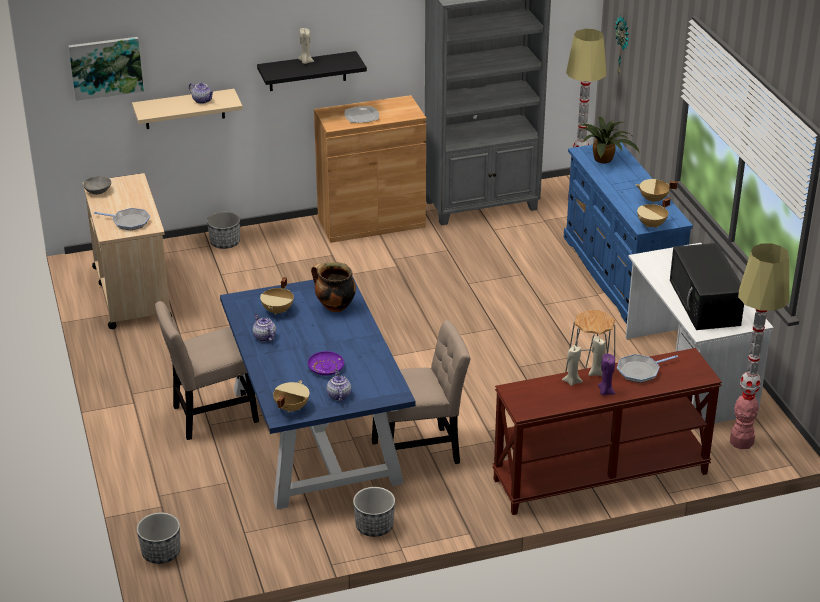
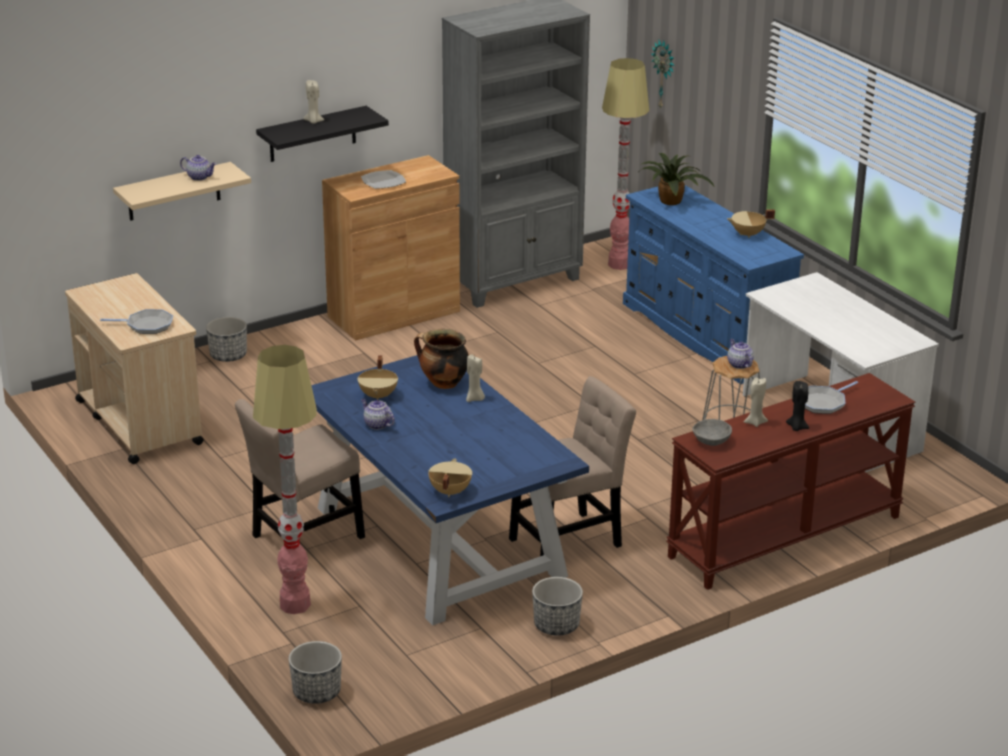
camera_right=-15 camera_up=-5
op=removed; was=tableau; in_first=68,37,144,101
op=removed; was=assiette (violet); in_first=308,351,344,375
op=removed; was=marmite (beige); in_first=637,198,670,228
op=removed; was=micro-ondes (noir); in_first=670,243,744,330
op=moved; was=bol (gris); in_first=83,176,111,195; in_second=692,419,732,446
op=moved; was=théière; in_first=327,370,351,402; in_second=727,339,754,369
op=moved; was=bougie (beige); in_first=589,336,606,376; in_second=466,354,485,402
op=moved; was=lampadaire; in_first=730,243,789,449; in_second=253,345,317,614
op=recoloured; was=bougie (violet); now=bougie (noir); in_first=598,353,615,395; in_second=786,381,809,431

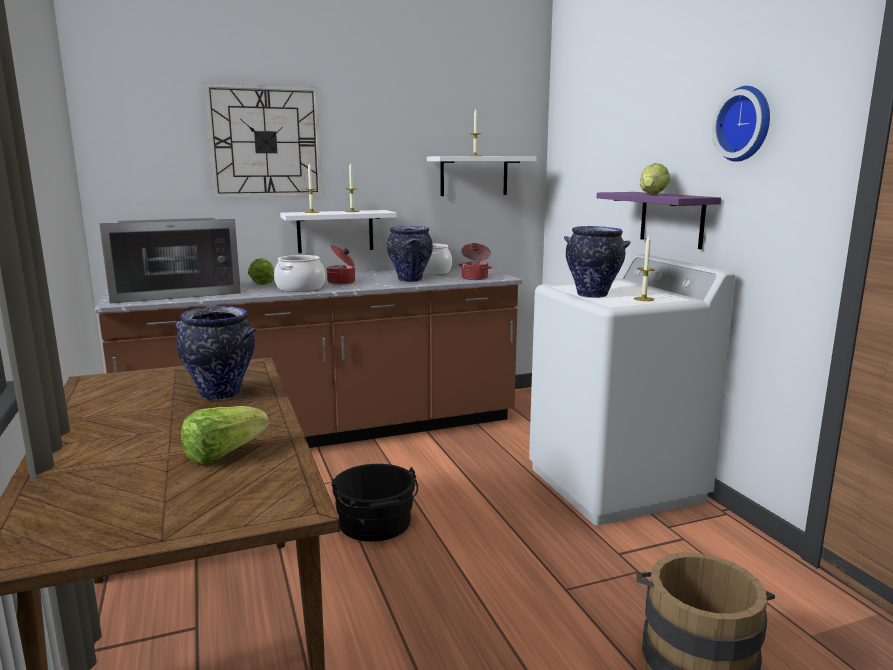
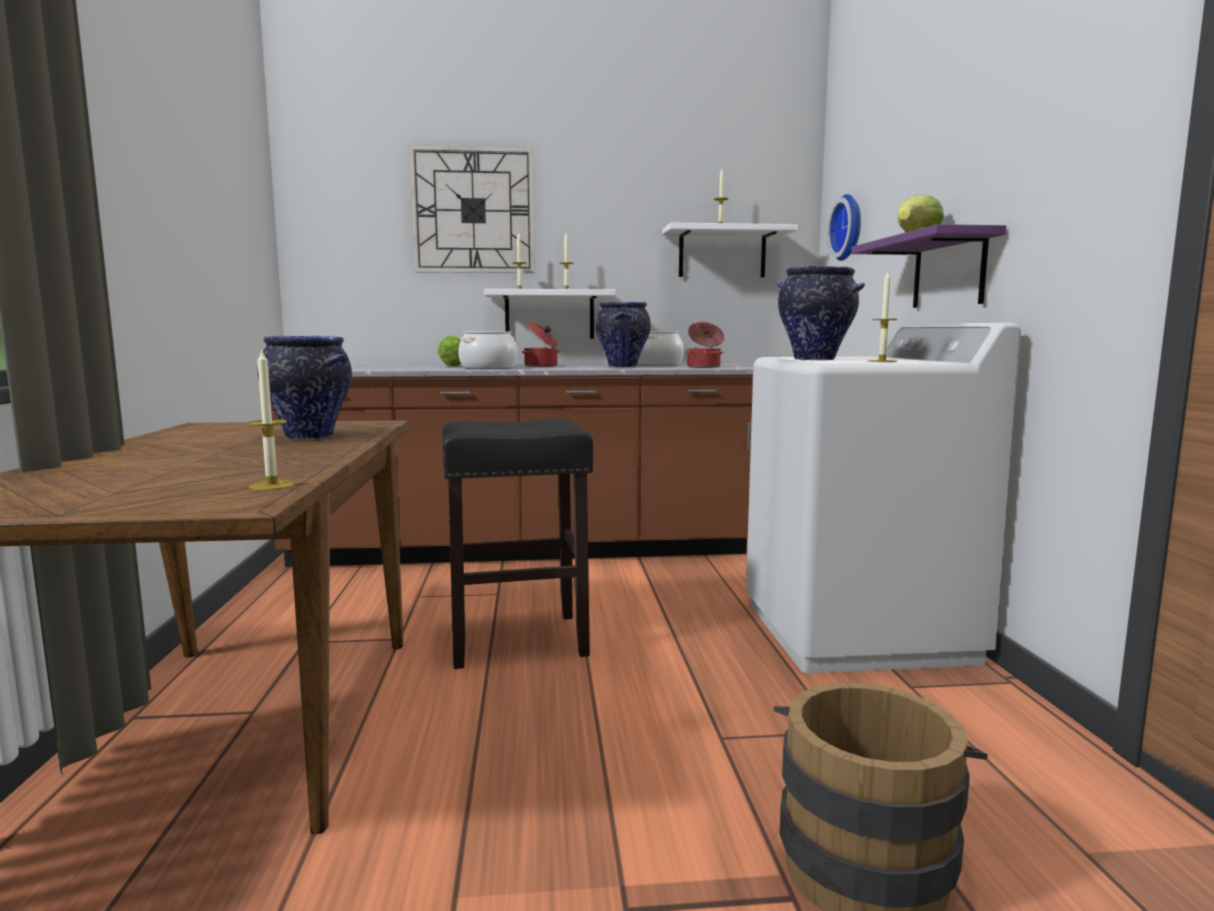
camera_right=15 camera_up=-5
op=removed; was=micro-ondes; in_first=99,218,241,303
op=removed; was=laitue; in_first=181,406,269,464
op=added; now=bougie; in_second=247,348,295,490
op=moved; was=horloge murale; in_first=712,86,770,162; in_second=827,194,861,261
op=replaced; was=seau (noir); now=tabouret (noir); in_first=331,464,418,542; in_second=442,418,593,669

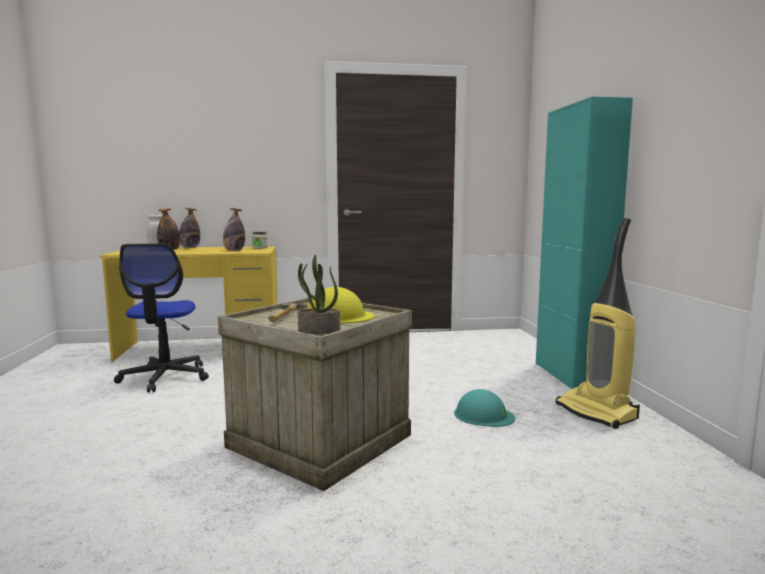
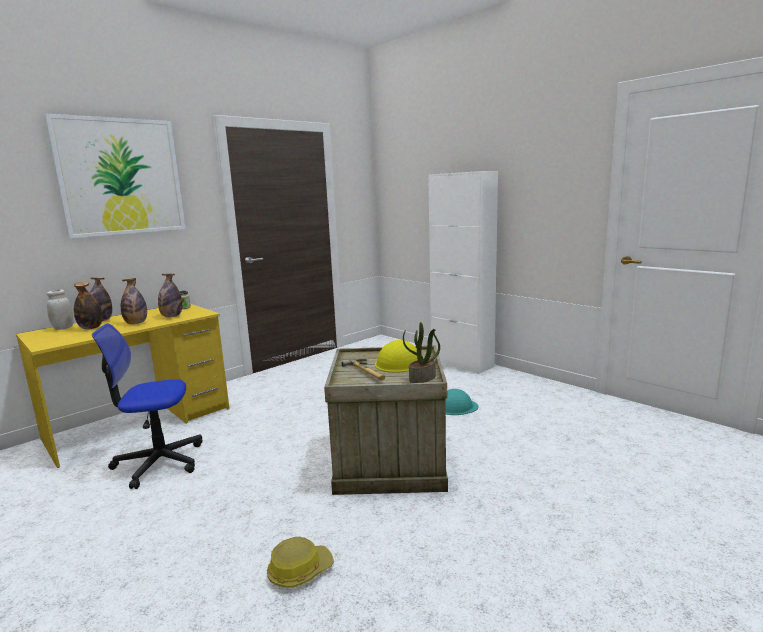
camera_right=-35 camera_up=5
op=removed; was=aspirateur; in_first=555,218,640,429
op=added; now=tableau; in_second=44,113,185,238
op=added; now=bouteille; in_second=121,278,147,324
op=added; now=casque de chantier; in_second=267,537,334,588
op=recoloured; was=meuble de rangement (turquoise); now=meuble de rangement (blanc); in_first=536,97,633,389; in_second=428,171,498,374
op=turned; was=chaise de bureau; in_first=114,243,209,392; in_second=92,324,203,489; clockwise=120

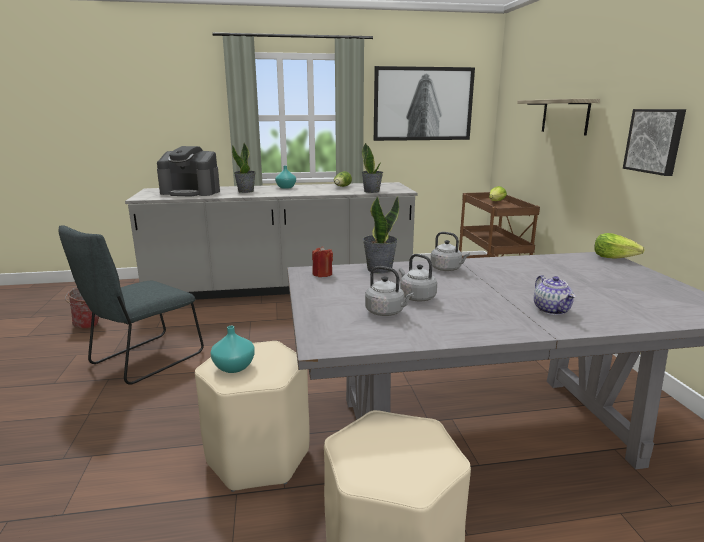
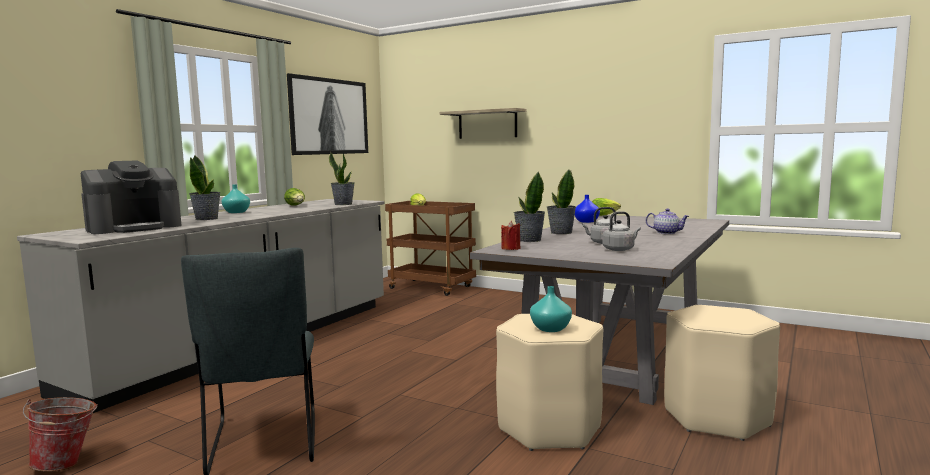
camera_right=-50 camera_up=-10
op=removed; was=tableau; in_first=623,109,686,176
op=added; now=vase (bleu); in_second=575,195,600,223
op=replaced; was=bouilloire (gris); now=plante en pot; in_first=431,232,470,271; in_second=547,169,576,234

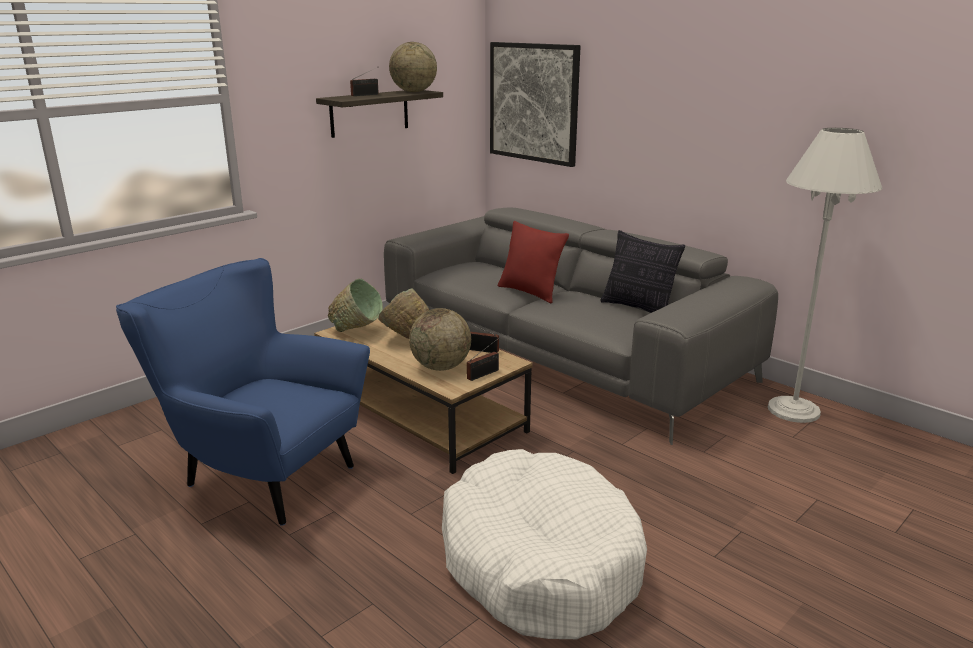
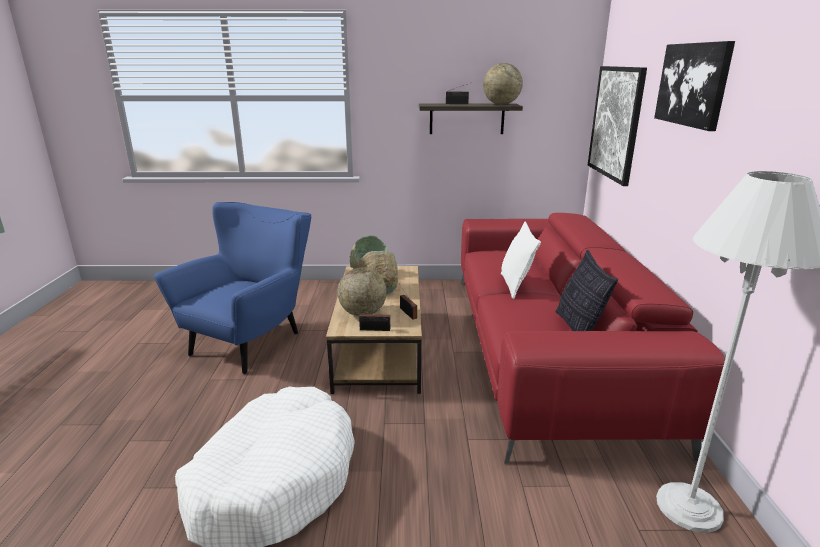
camera_right=45 camera_up=0
op=added; now=tableau; in_second=654,41,735,131
op=recoloured; was=canapé (gris); now=canapé (rouge); in_first=384,207,778,445; in_second=461,213,725,464
op=recoloured; was=coussin (rouge); now=coussin (blanc); in_first=498,221,569,304; in_second=501,222,541,299
op=turned; was=fauteuil (bleu); in_first=116,258,370,526; in_second=154,202,311,374; clockwise=45

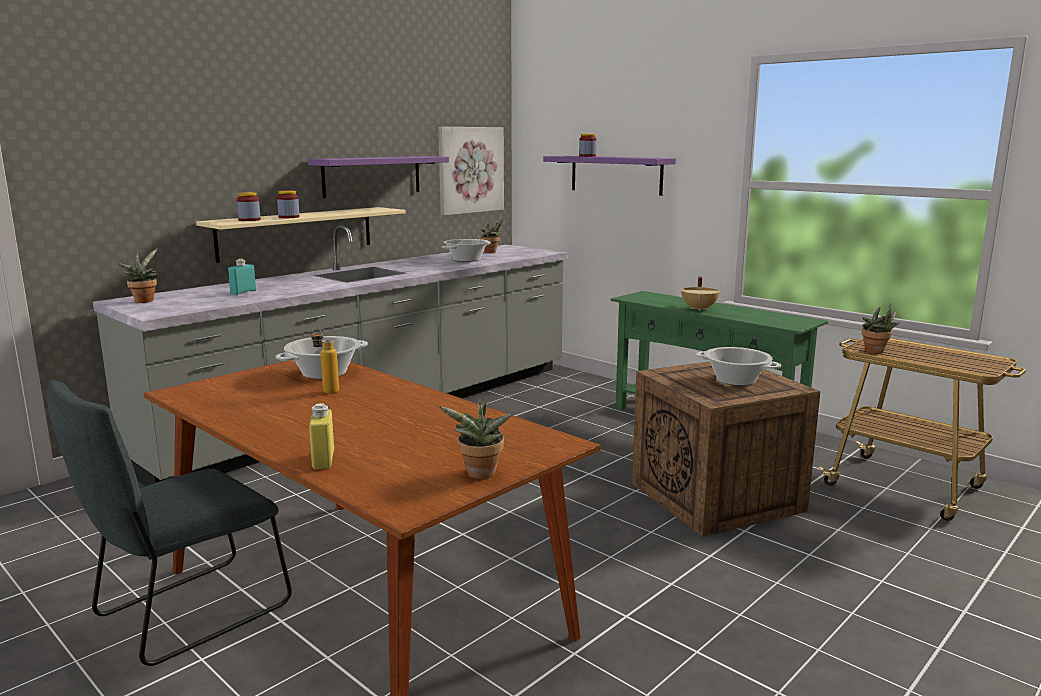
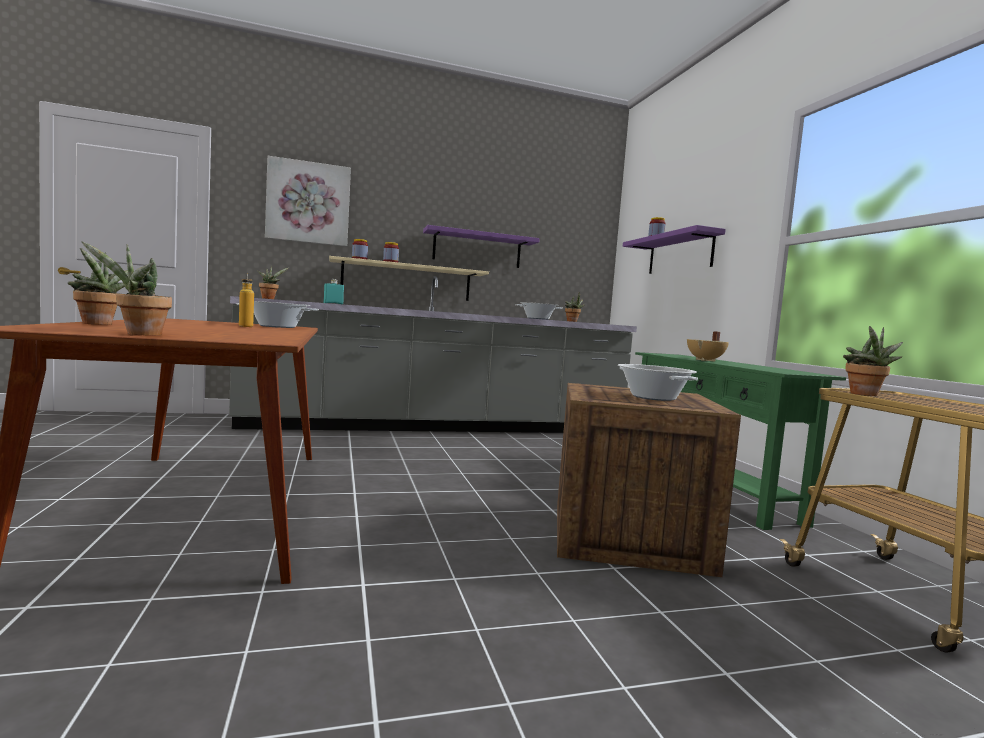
camera_right=30 camera_up=-10
op=removed; was=chaise (gris); in_first=46,380,292,666
op=moved; was=tableau; in_first=438,127,504,215; in_second=265,156,351,247
op=replaced; was=bouteille (jaune); now=plante en pot; in_first=309,403,334,469; in_second=68,248,128,325

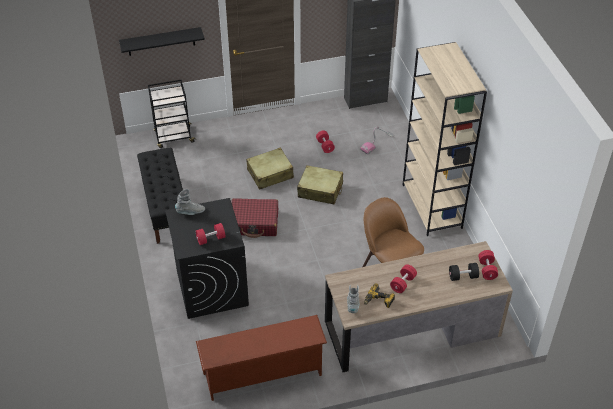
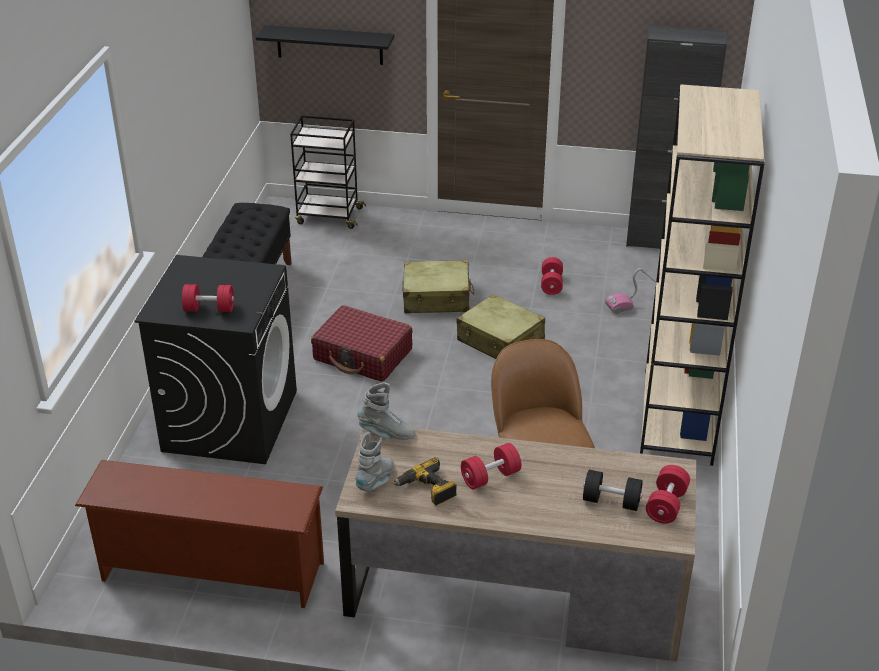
camera_right=25 camera_up=-10
op=moved; was=botte (gris); in_first=175,189,205,215; in_second=358,382,416,440

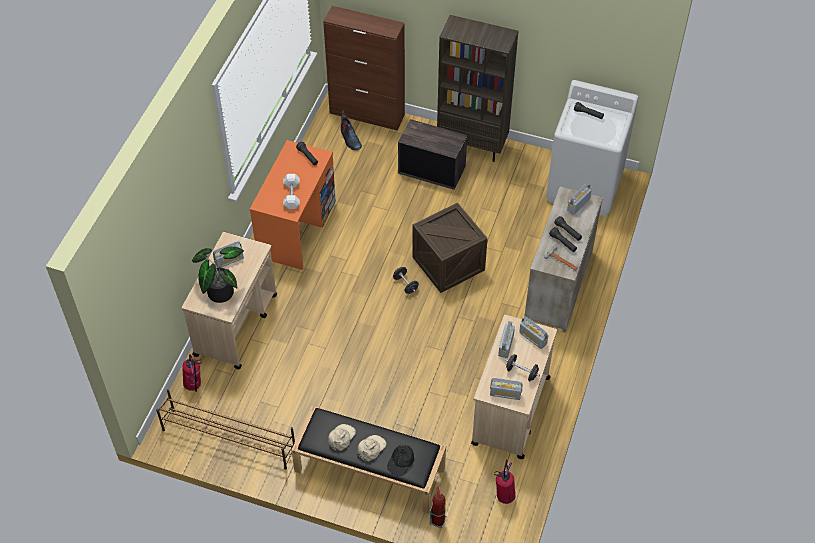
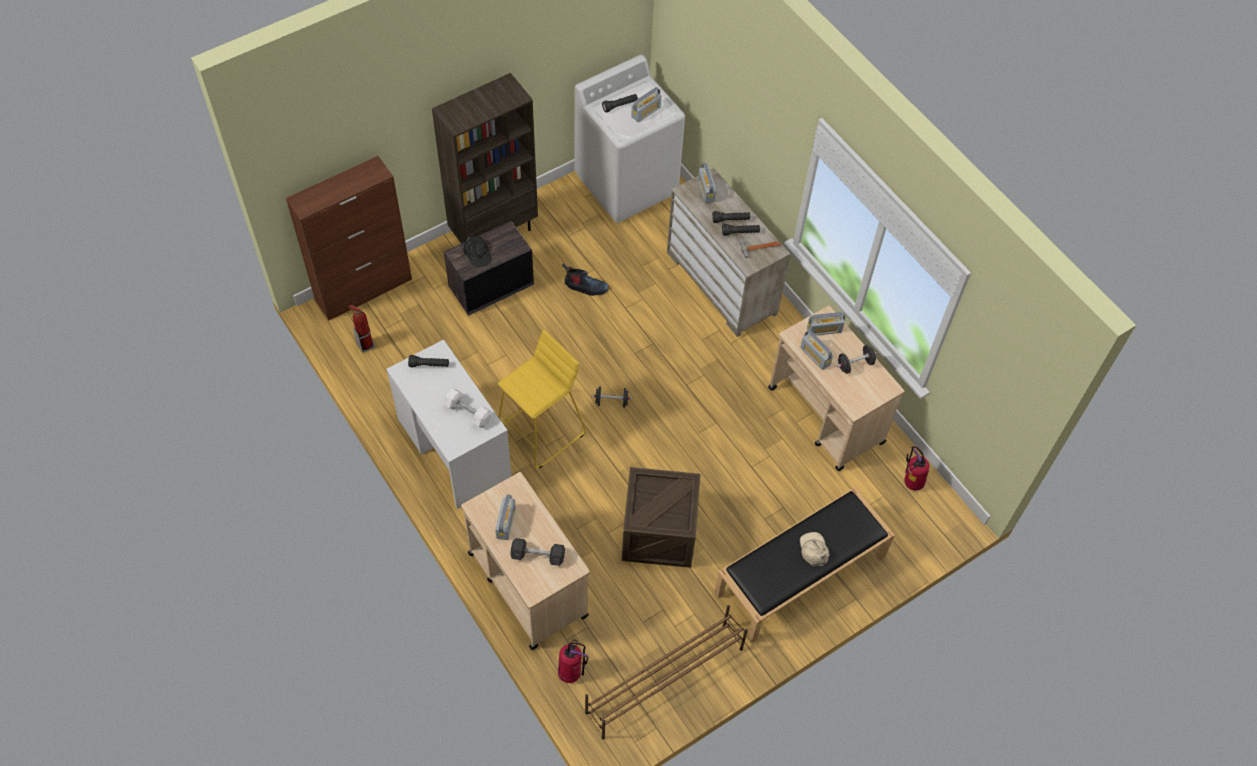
camera_right=-55 camera_up=5
op=removed; was=casquette (beige); in_first=328,424,356,451
op=added; now=tabouret (jaune); in_second=498,330,586,468
op=moved; was=botte; in_first=341,110,362,150; in_second=562,263,609,296
op=moved; was=casquette (noir); in_first=387,444,414,476; in_second=464,236,491,267
op=moved; was=caisse; in_first=412,203,488,293; in_second=622,467,701,568
op=moved; was=extincteur; in_first=430,486,447,528; in_second=349,305,375,353
op=moved; was=radio; in_first=490,378,523,400; in_second=631,87,661,122
op=replaced; was=plante en pot; now=haltère (gris); in_first=192,246,244,303; in_second=510,538,565,566
op=recoloured; was=bureau (orange); now=bureau (blanc); in_first=250,140,336,270; in_second=386,339,512,509

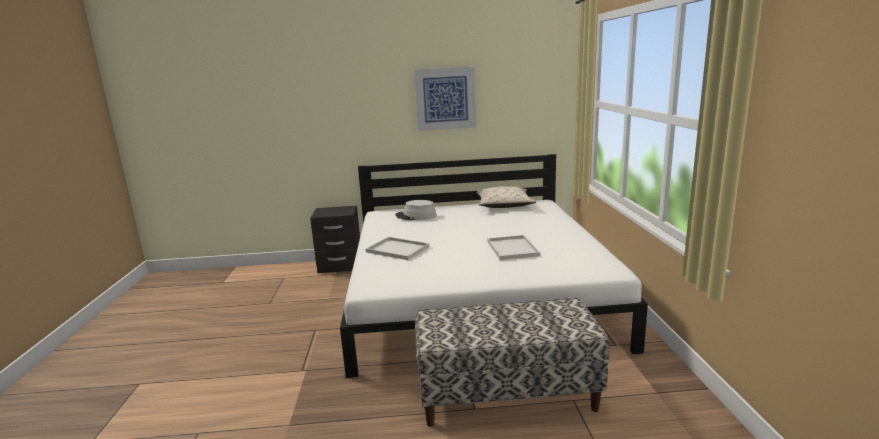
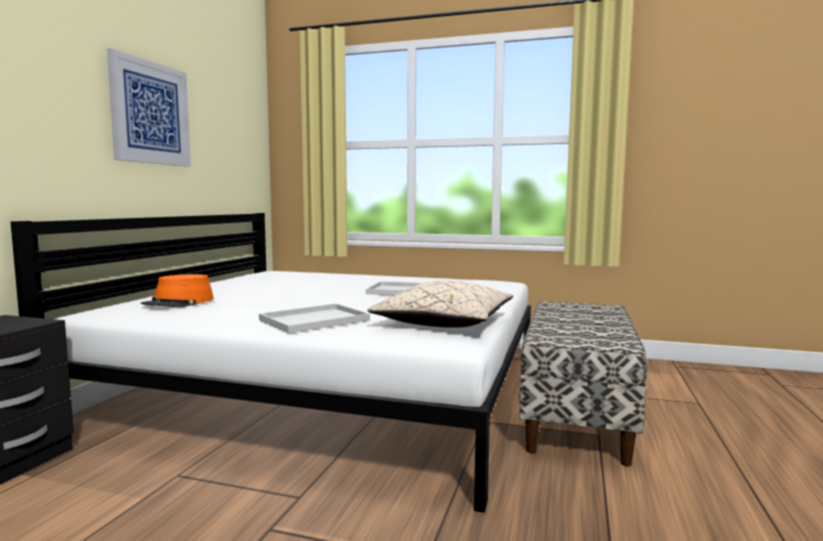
camera_right=-70 camera_up=-10
op=moved; was=coussin (beige); in_first=476,186,536,208; in_second=368,281,513,328
op=recoloured; was=chapeau (gris); now=chapeau (orange); in_first=395,200,437,220; in_second=141,274,214,307

